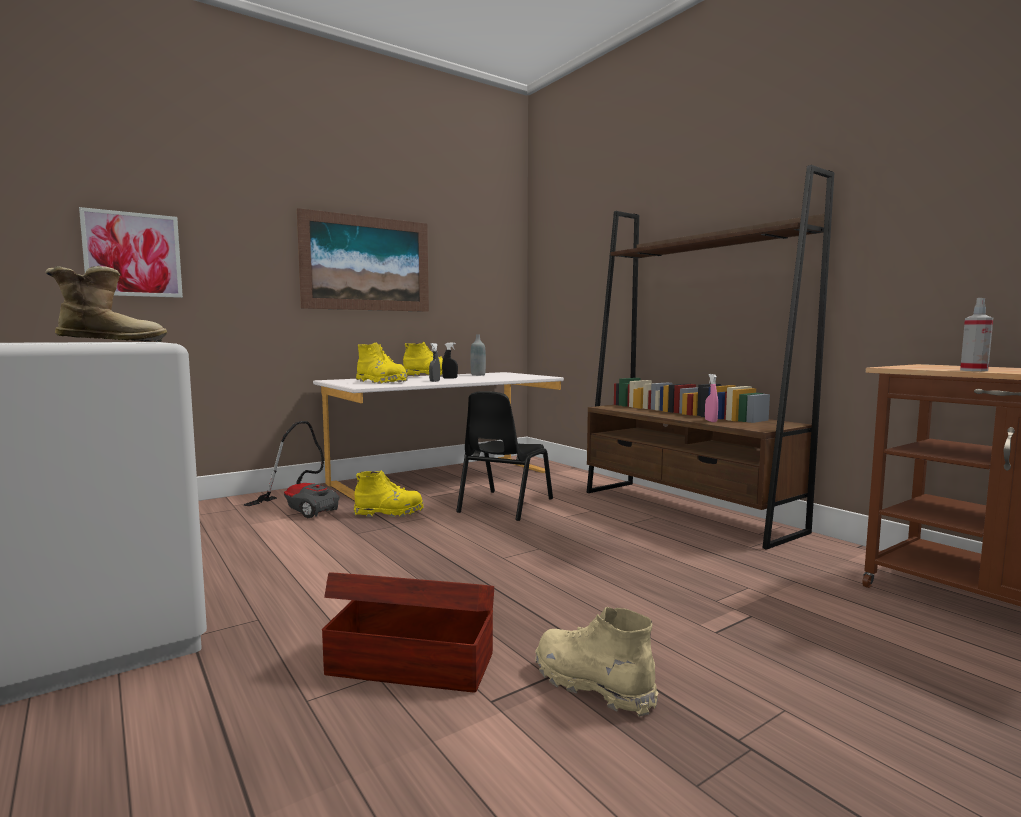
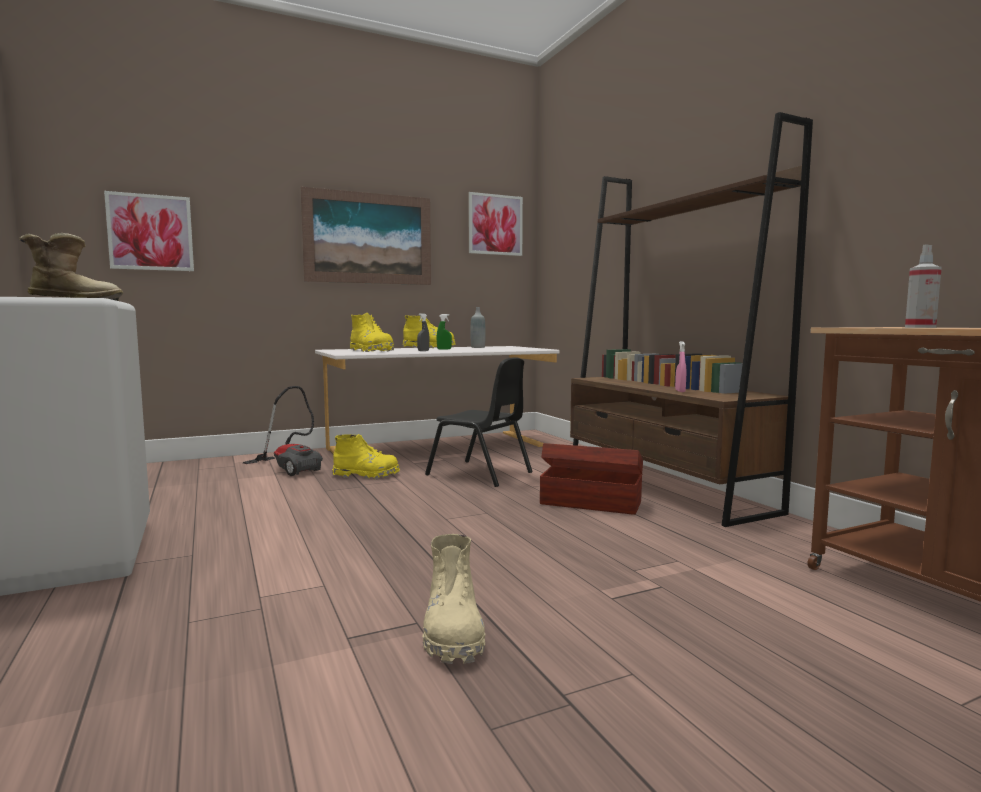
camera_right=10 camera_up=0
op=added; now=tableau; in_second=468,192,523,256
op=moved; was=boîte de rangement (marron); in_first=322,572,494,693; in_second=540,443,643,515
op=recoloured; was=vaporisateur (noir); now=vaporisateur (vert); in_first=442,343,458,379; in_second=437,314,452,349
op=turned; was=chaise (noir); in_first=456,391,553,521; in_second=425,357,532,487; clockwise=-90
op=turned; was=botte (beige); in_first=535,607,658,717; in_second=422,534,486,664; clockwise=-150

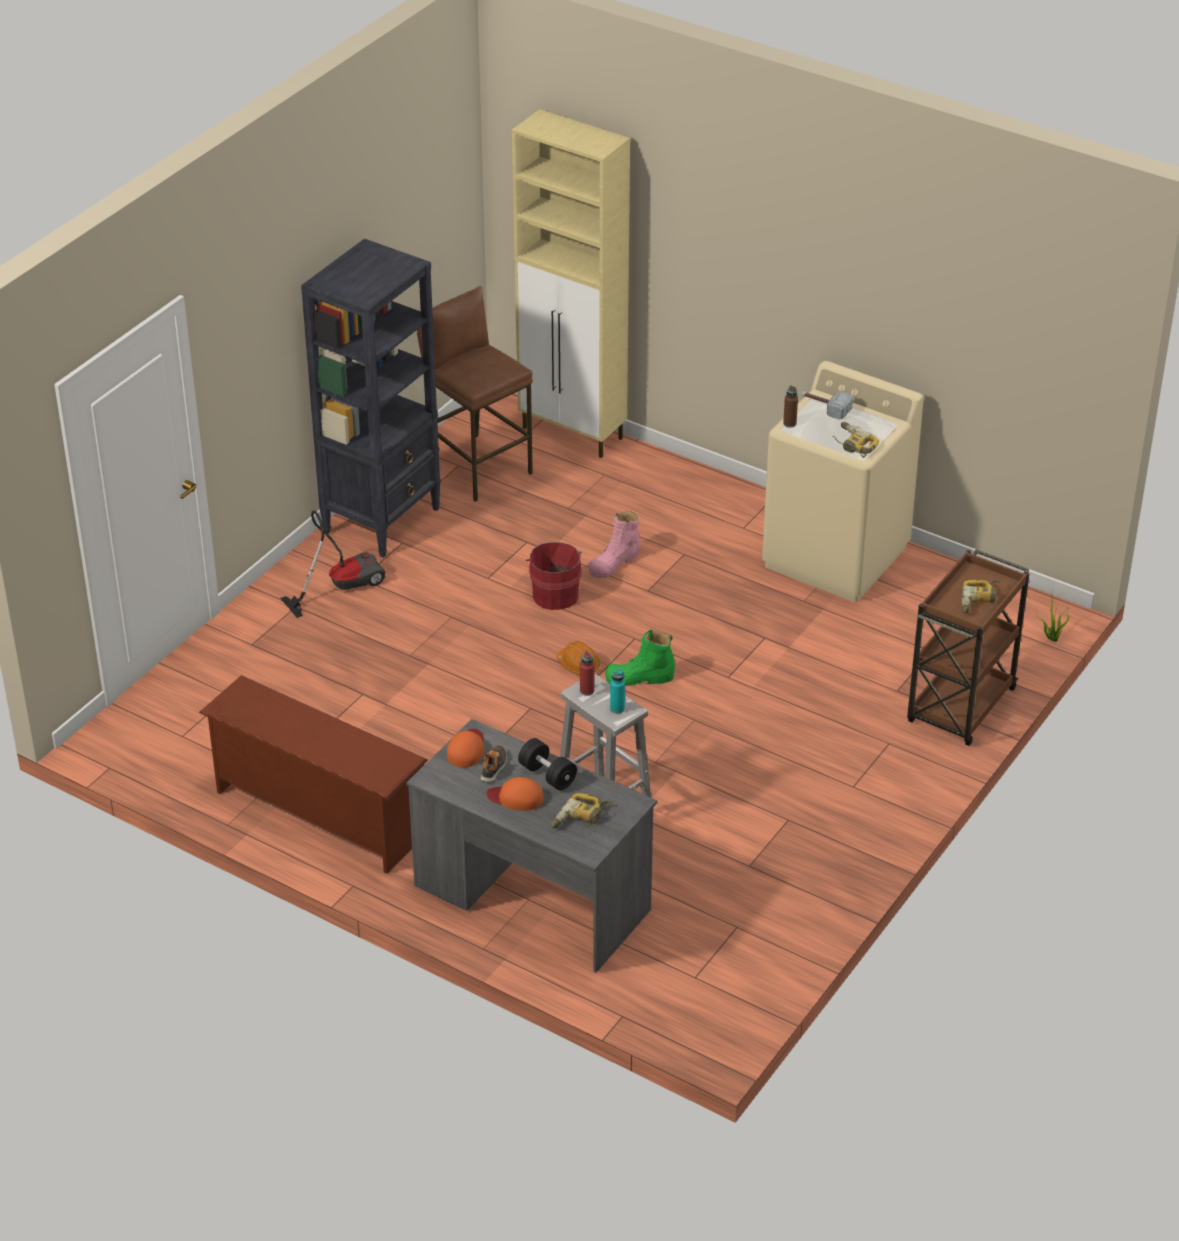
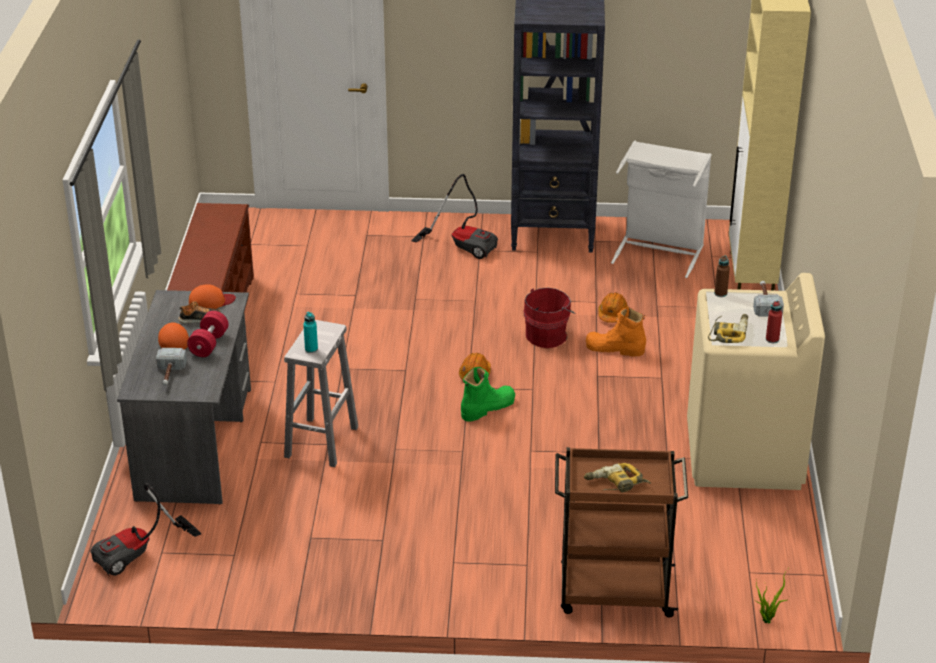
camera_right=60 camera_up=-5
op=added; now=aspirateur; in_second=90,483,201,576
op=added; now=casque de chantier (orange); in_second=598,292,629,323
op=moved; was=bouteille (rouge); in_first=580,652,594,696; in_second=766,301,782,343
op=replaced; was=tabouret (marron); now=panier à linge (blanc); in_first=416,286,533,502; in_second=611,141,712,278
op=replaced; was=perceuse; now=marteau; in_first=551,793,614,831; in_second=156,348,187,386
op=recoloured; was=haltère (noir); now=haltère (rouge); in_first=518,738,577,790; in_second=187,311,229,357
op=recoloured; was=botte (rose); now=botte (orange); in_first=588,510,640,578; in_second=586,307,646,356
op=turned; was=botte (vert); in_first=605,630,675,686; in_second=461,367,515,422; clockwise=90

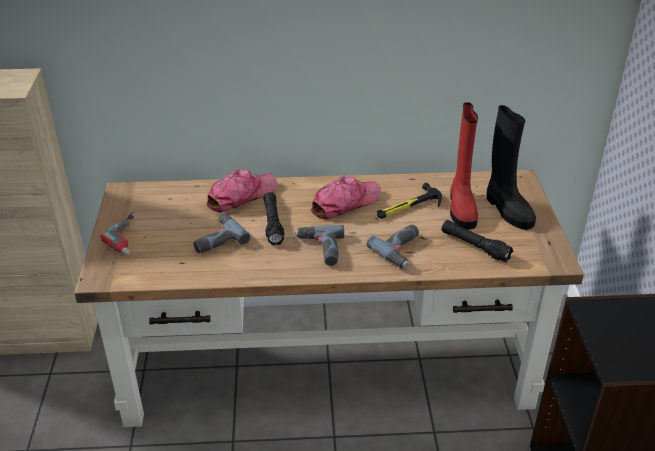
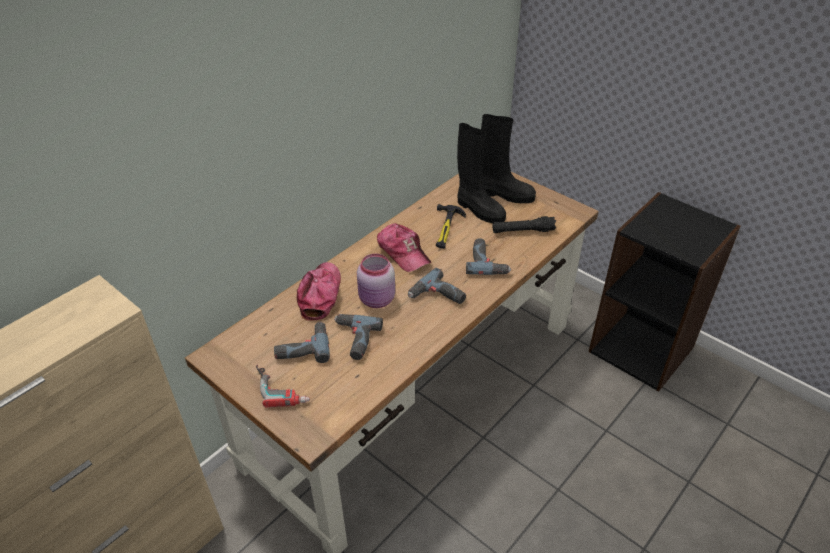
camera_right=-45 camera_up=5
op=added; now=perceuse; in_second=274,322,330,363
op=replaced; was=lampe de poche (noir); now=bocal (rose); in_first=263,192,284,245; in_second=357,254,395,308
op=recoloured; was=botte (rouge); now=botte (noir); in_first=450,102,478,230; in_second=457,123,506,223
op=turned; was=casquette; in_first=311,176,381,219; in_second=377,223,431,272; clockwise=135

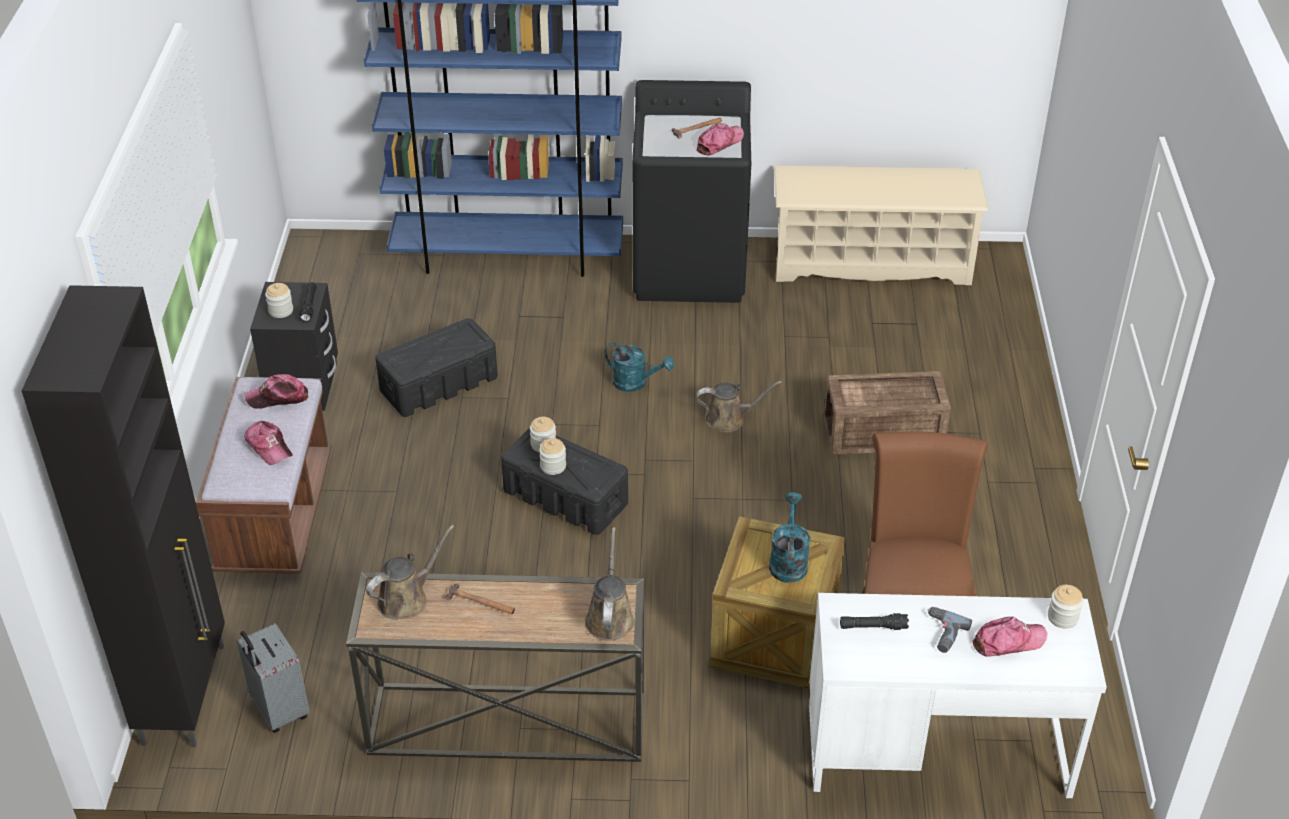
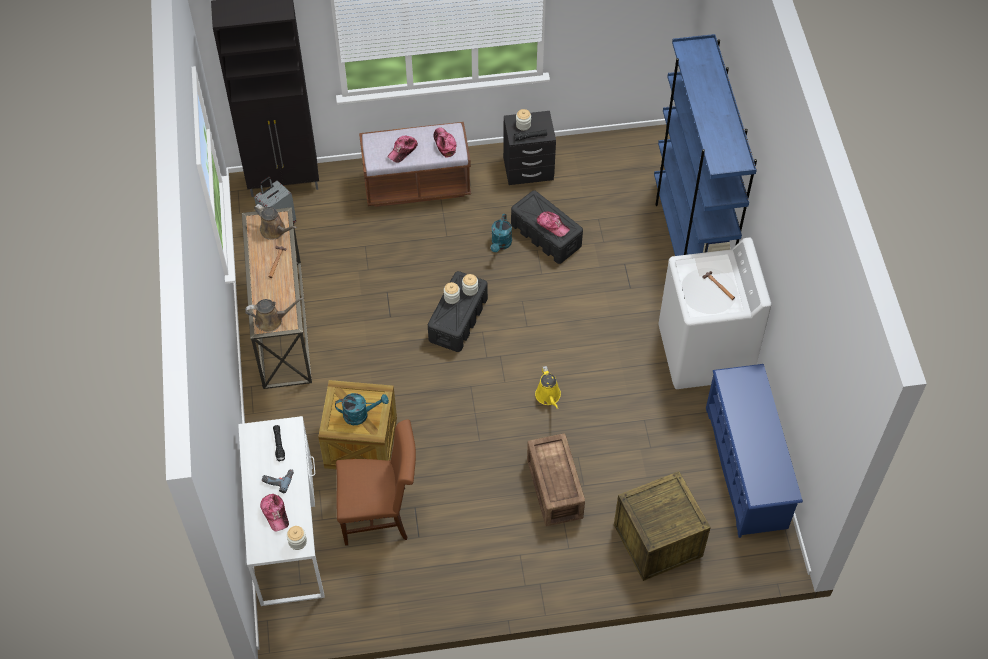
camera_right=80 camera_up=15
op=added; now=caisse; in_second=614,471,711,581
op=moved; was=arrosoir (turquoise); in_first=604,342,674,392; in_second=491,214,512,252
op=moved; was=casquette; in_first=696,123,744,155; in_second=537,212,570,237
op=recoloured; was=lave-linge (noir); now=lave-linge (blanc); in_first=632,80,751,303; in_second=658,238,771,389
op=recoloured; was=arrosoir (marron); now=arrosoir (jaune); in_first=696,381,782,433; in_second=535,366,561,409
op=recoloured; was=étagère à chaussures (beige); now=étagère à chaussures (bleu); in_first=774,166,989,285; in_second=706,364,803,538

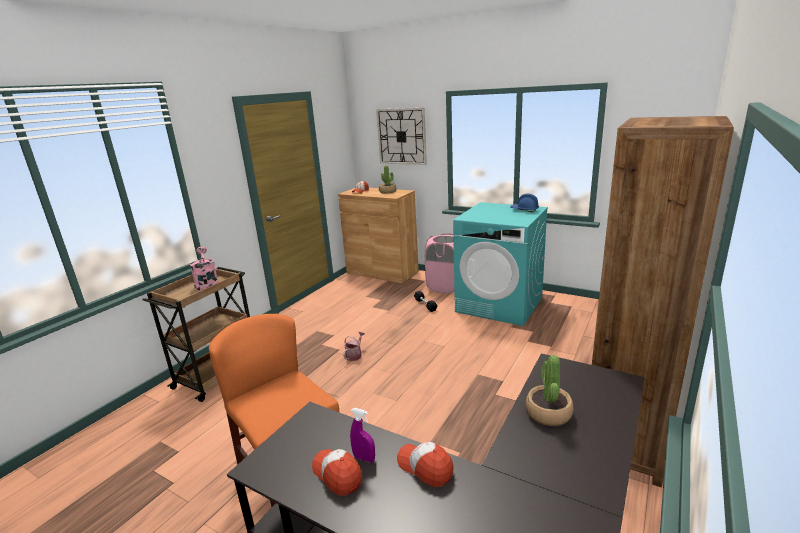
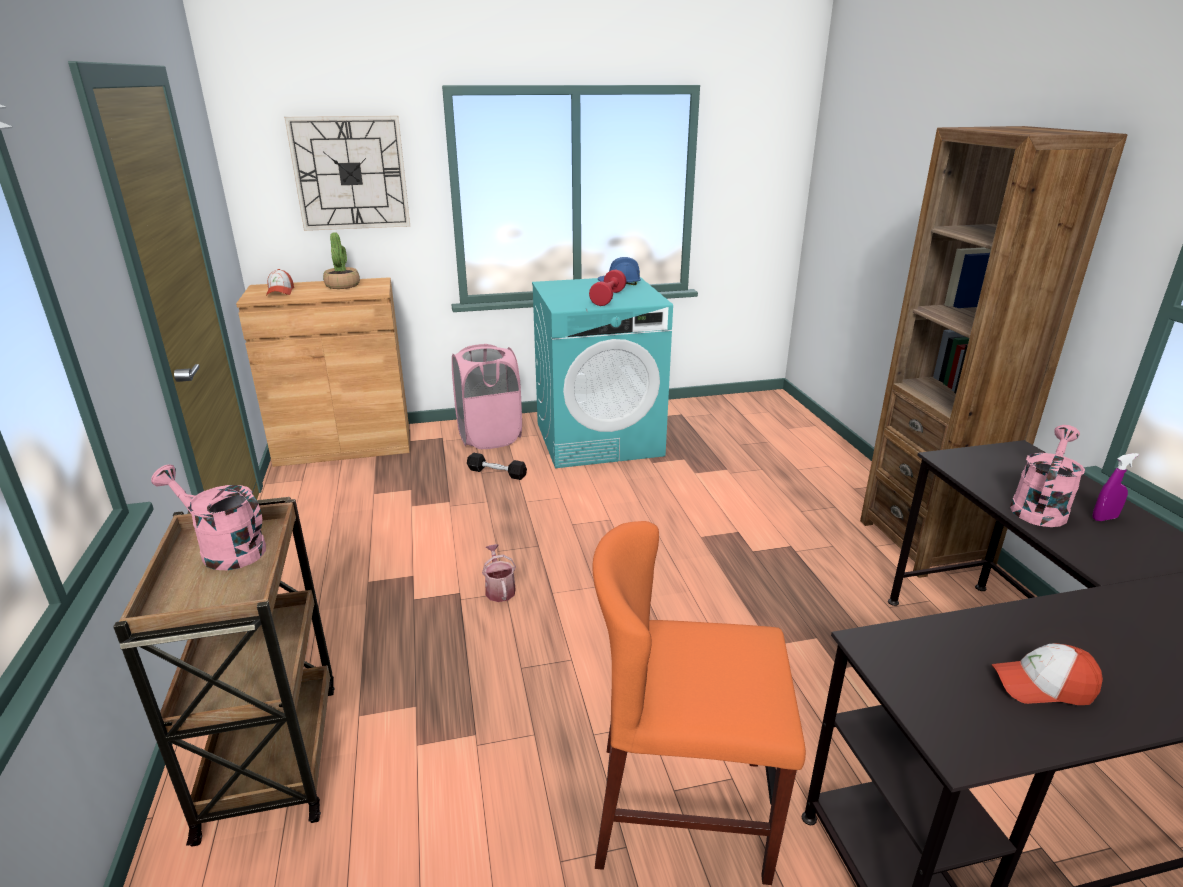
camera_right=-45 camera_up=5
op=removed; was=casquette; in_first=397,442,453,487
op=added; now=haltère (rouge); in_second=589,269,626,306
op=moved; was=vaporisateur (violet); in_first=350,408,375,462; in_second=1092,453,1139,521
op=replaced; was=plante en pot; now=arrosoir (rose); in_first=526,355,573,426; in_second=1010,425,1085,527

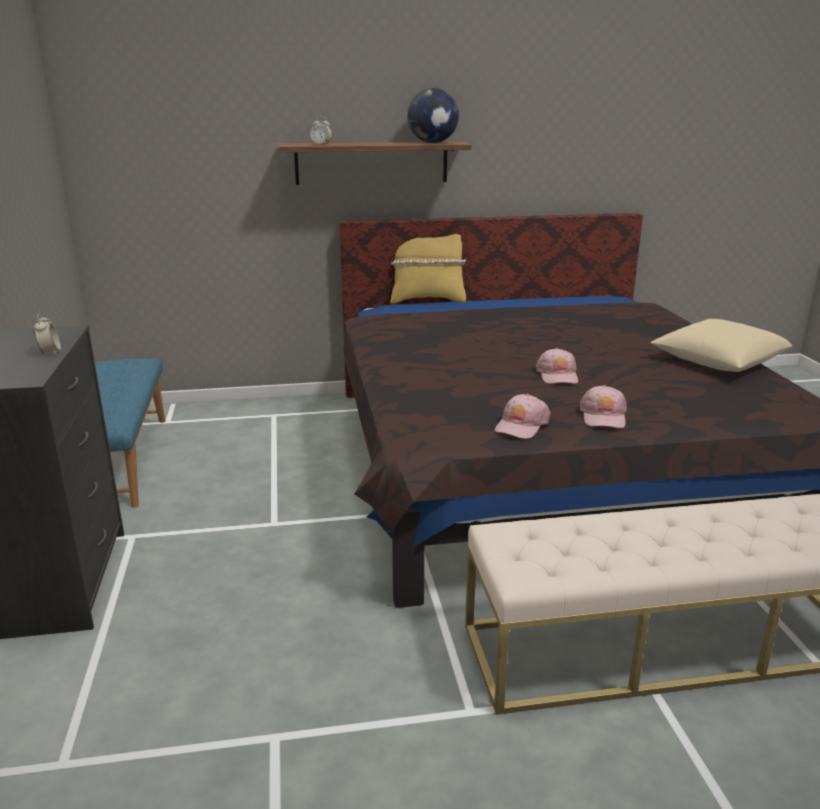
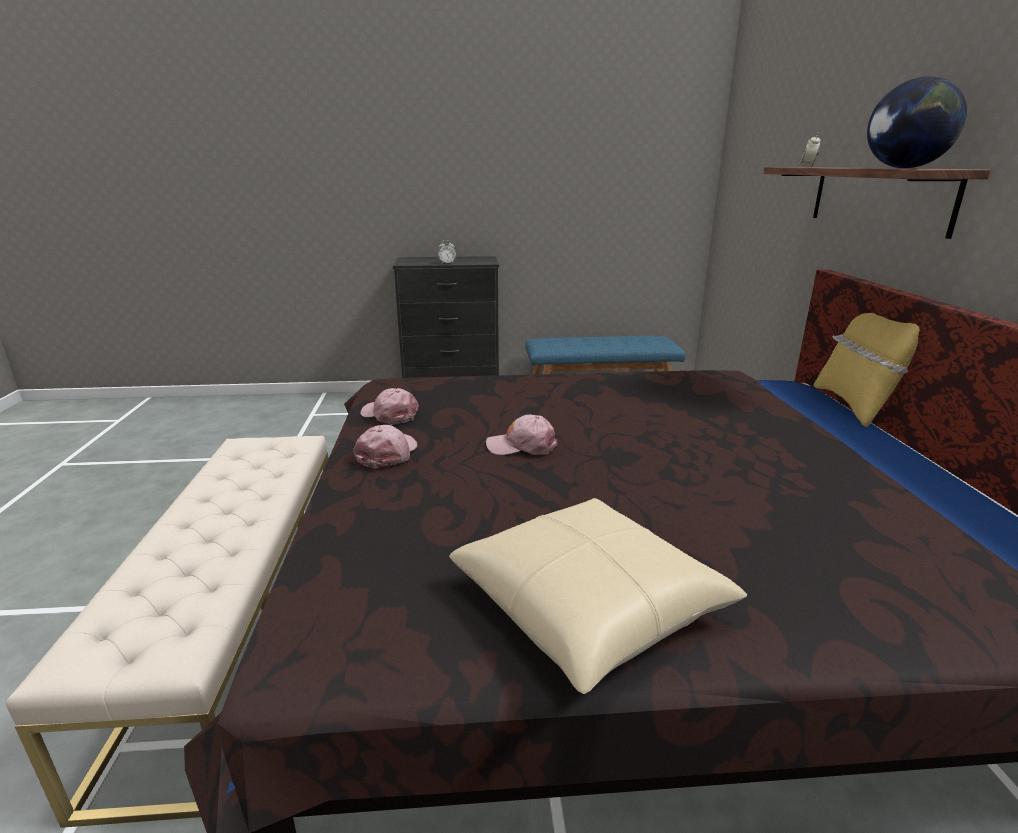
camera_right=95 camera_up=0
op=turned; was=casquette (rose); in_first=580,385,627,428; in_second=353,425,417,468; clockwise=90

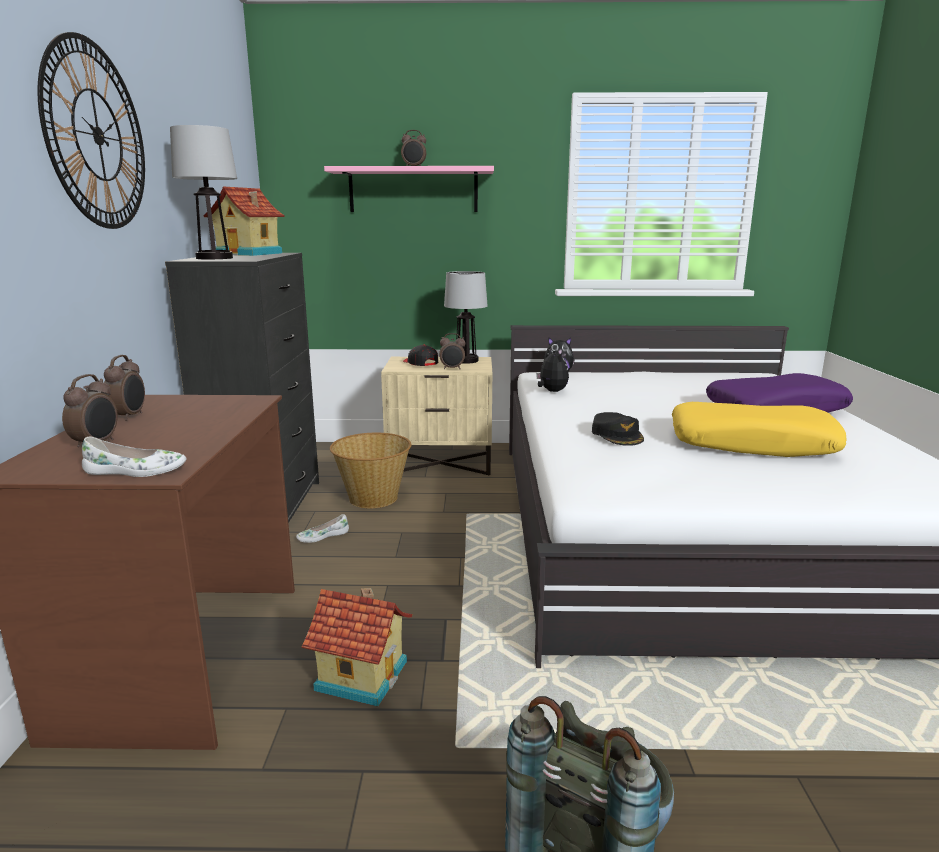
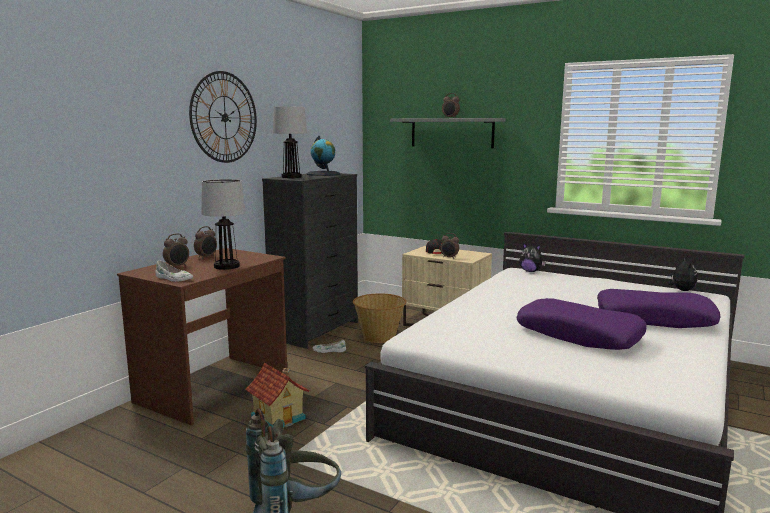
camera_right=30 camera_up=-5
op=removed; was=casquette (noir); in_first=592,412,644,446
op=moved; was=lampe de table; in_first=444,271,487,364; in_second=201,179,246,270
op=moved; was=peluche; in_first=537,348,569,392; in_second=668,257,697,291
op=replaced; was=maison miniature; now=globe; in_first=203,186,285,256; in_second=307,136,340,176
op=recoloured; was=étagère (rose); now=étagère (gris); in_first=324,166,494,212; in_second=390,118,506,148
op=recoloured; was=coussin (jaune); now=coussin (violet); in_first=672,402,846,457; in_second=516,298,646,350

